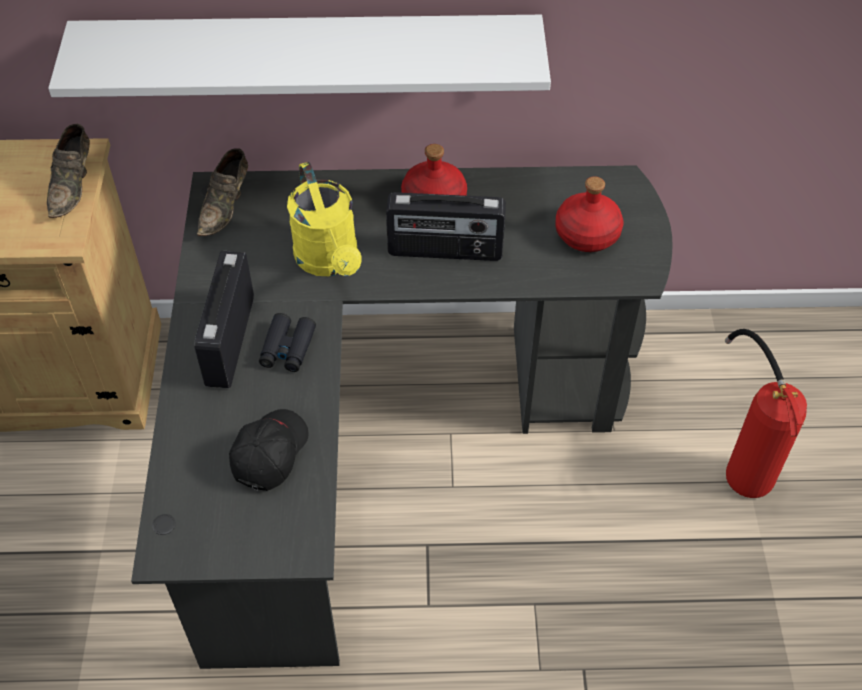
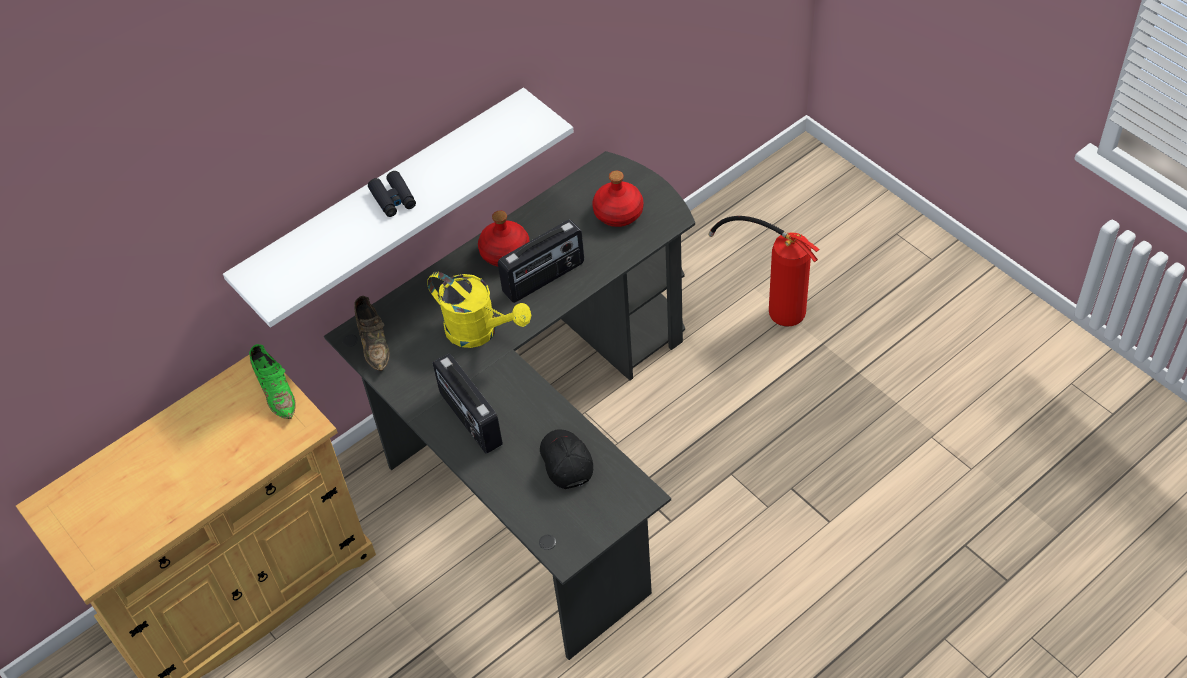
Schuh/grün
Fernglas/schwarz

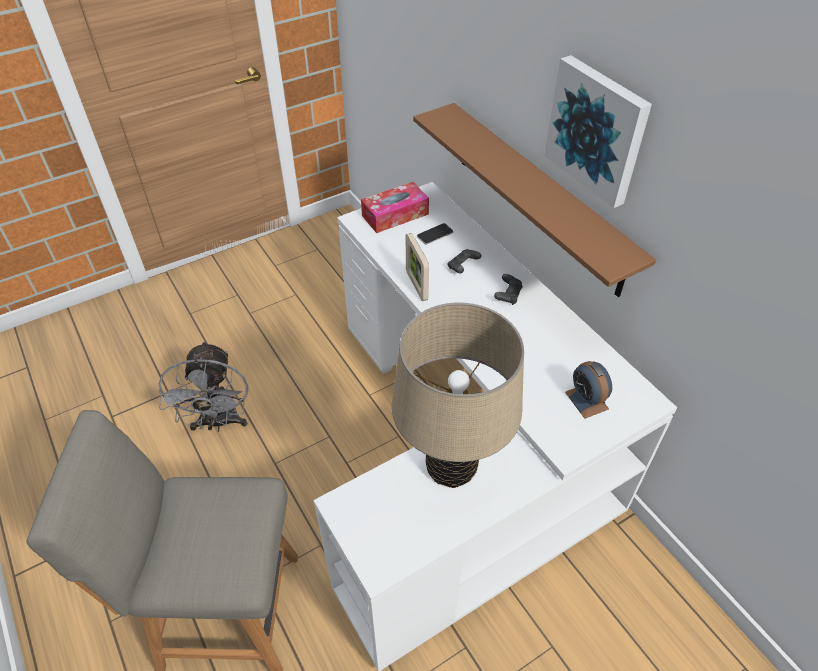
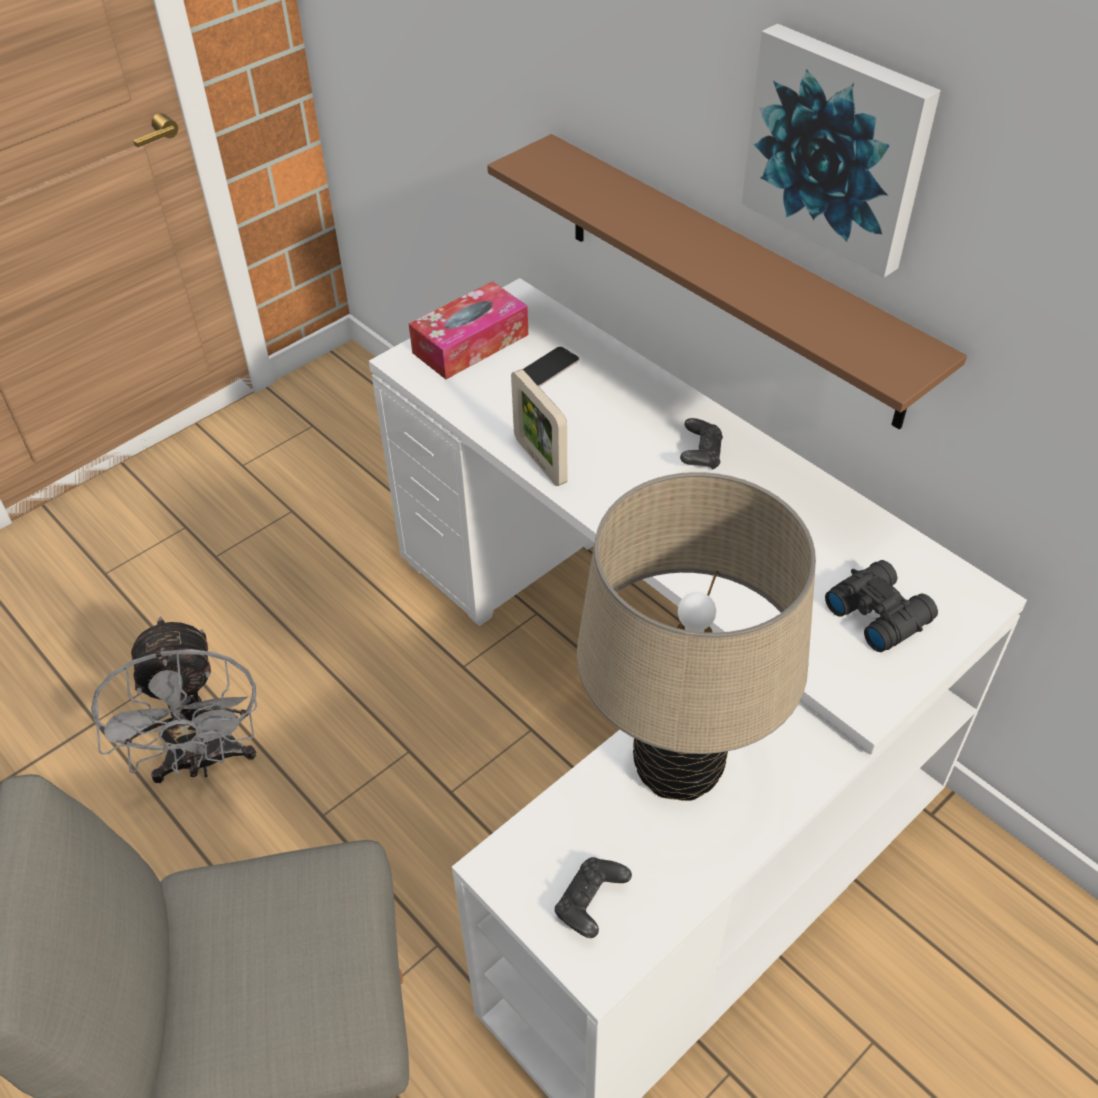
Gamepad/schwarz (no. 1 from left)
Fernglas/schwarz

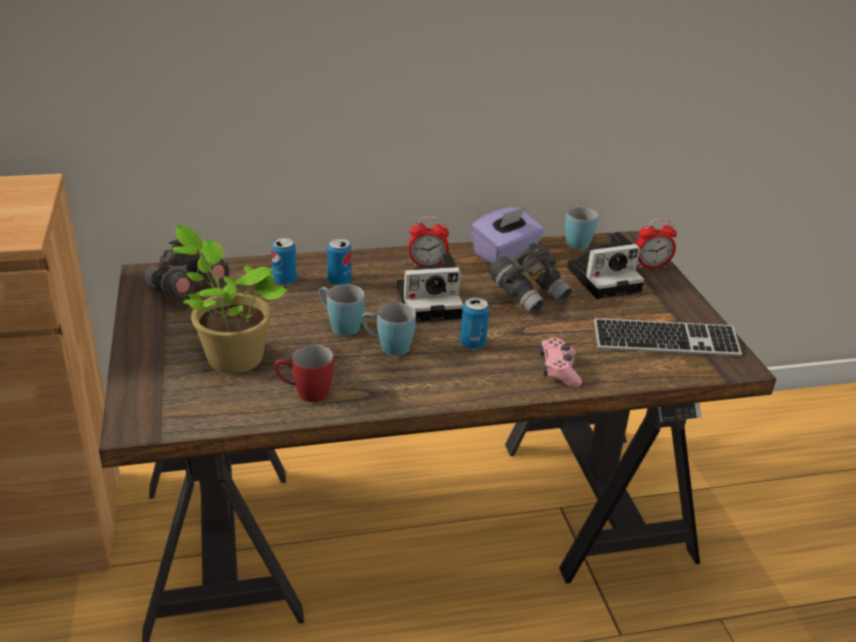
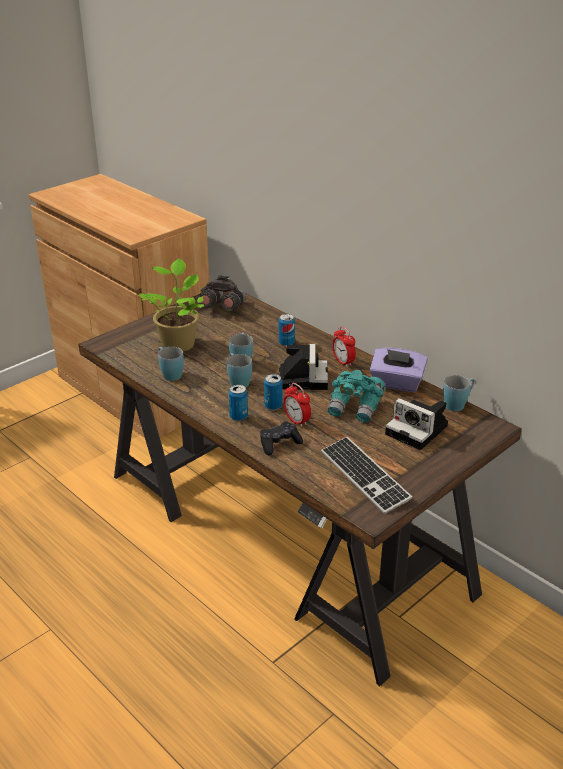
Dose (no. 1 from left)
Henkelbecher/blau (no. 1 from left)
Kamera (no. 1 from left)
Fernglas/türkis
Gamepad/schwarz
Wecker (no. 1 from left)

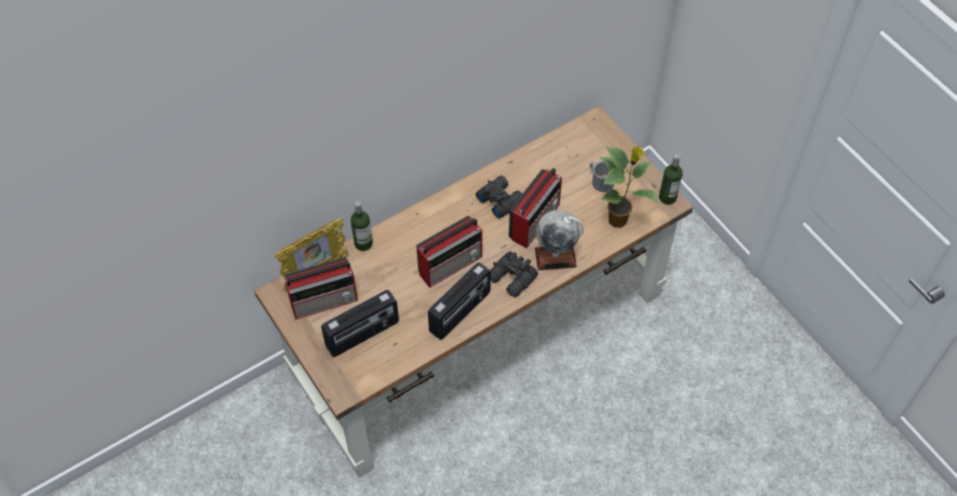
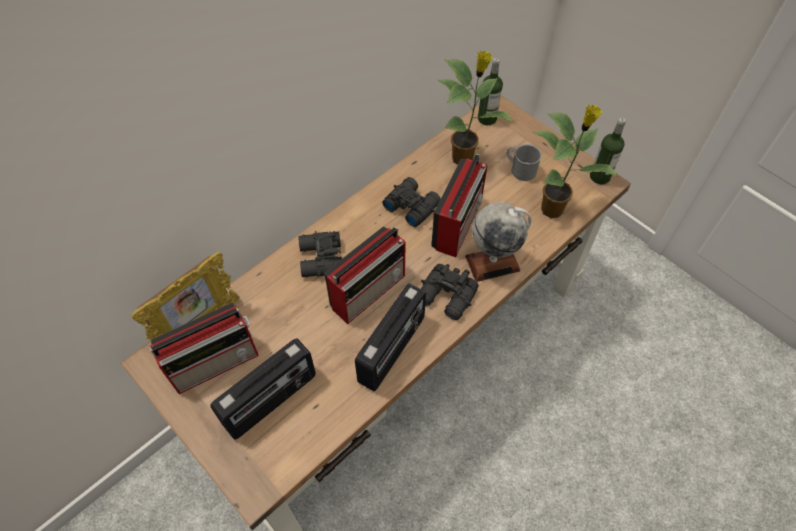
Flasche (no. 1 from left)
Fernglas/schwarz (no. 1 from left)
Topfpflanze (no. 1 from left)

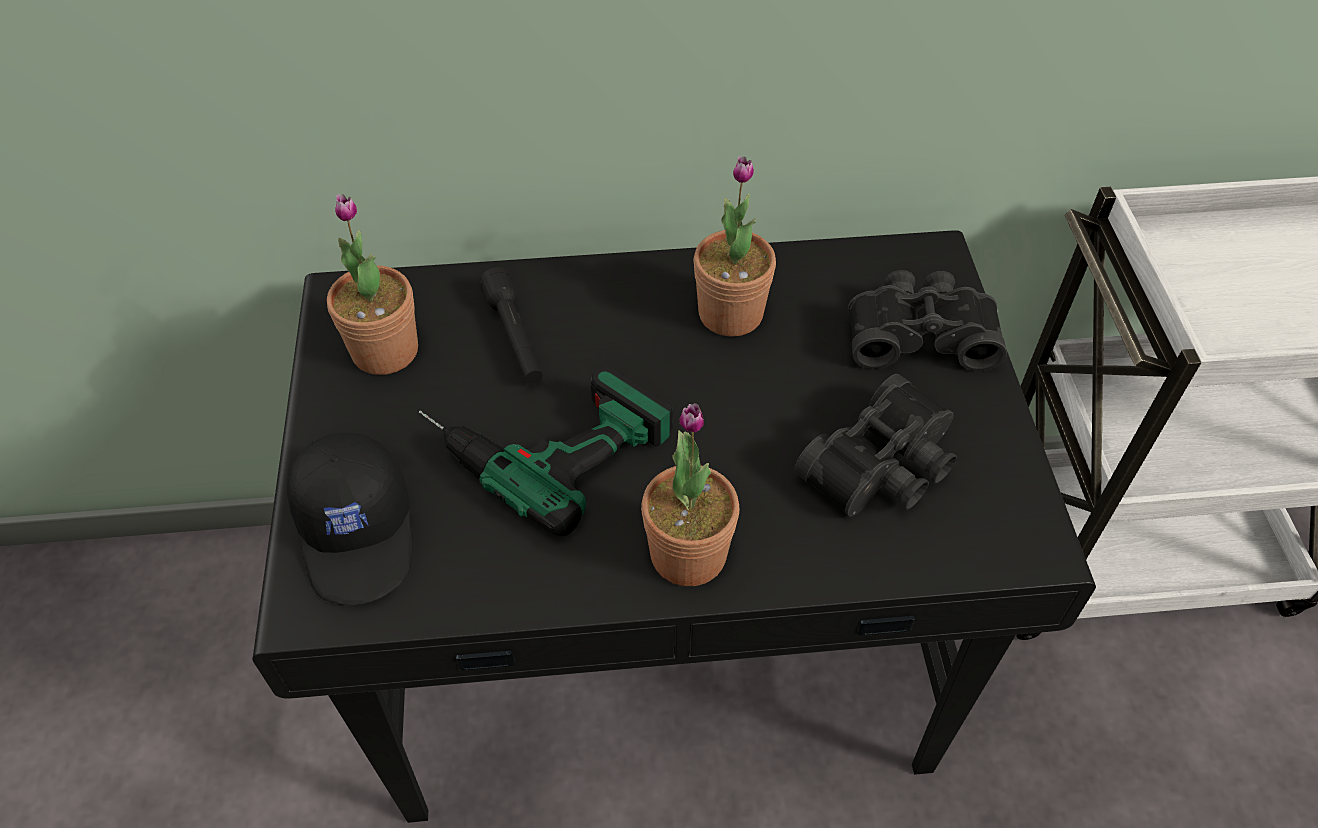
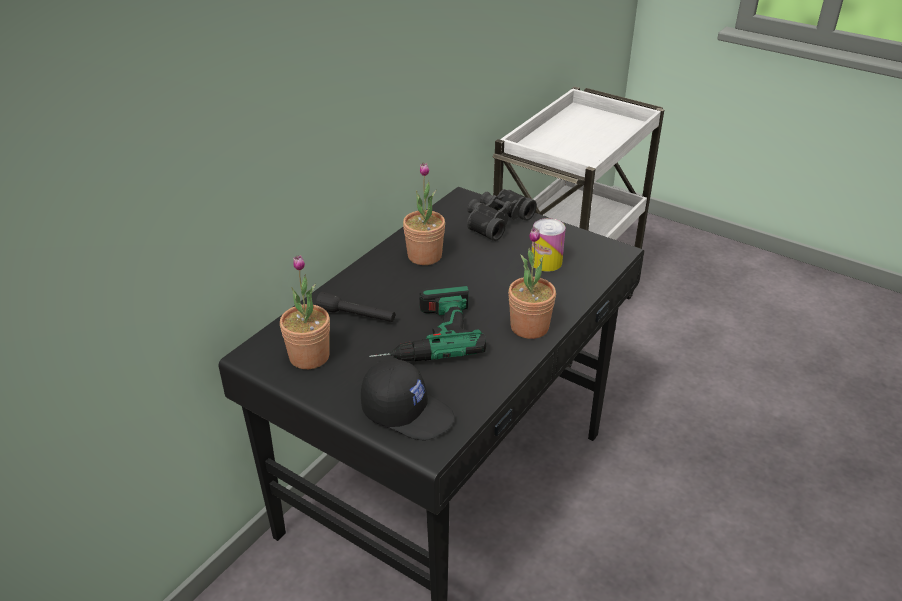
Dose

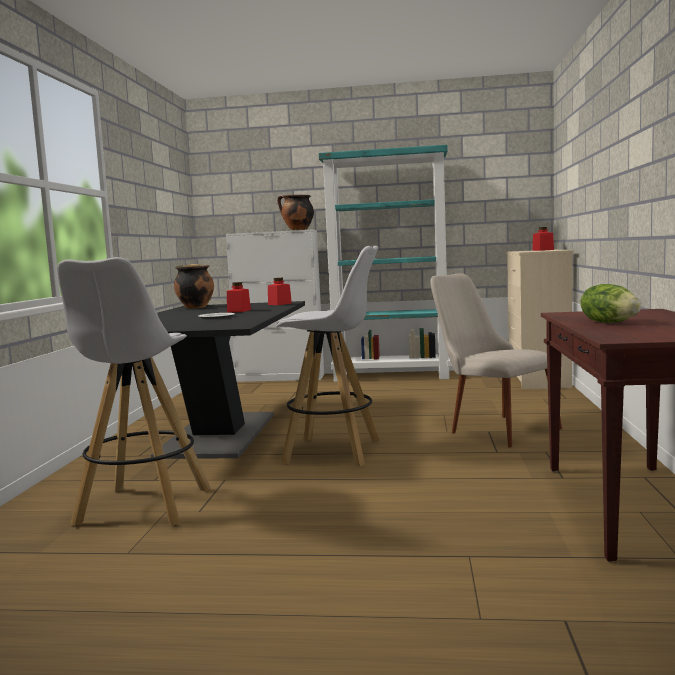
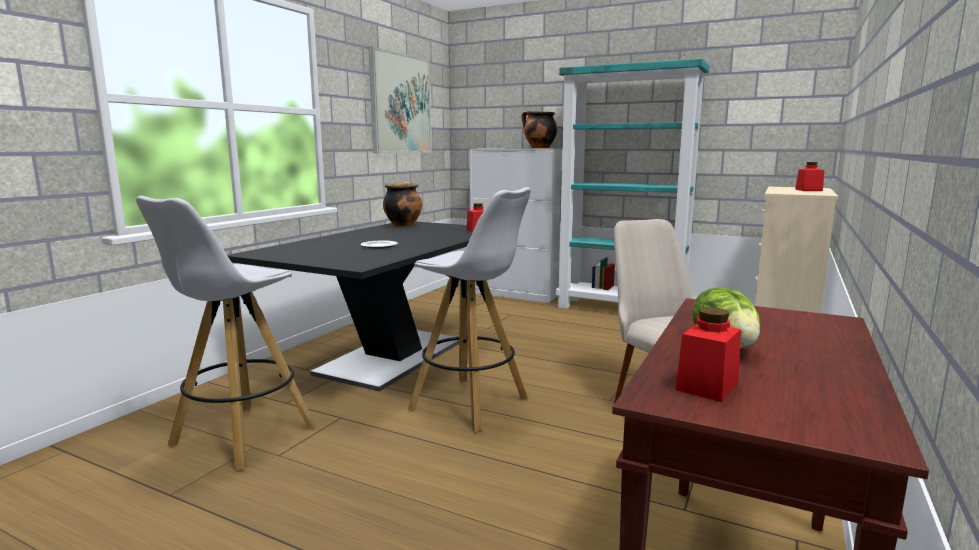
Vorratsglas/rot (no. 2 from left)
Bild

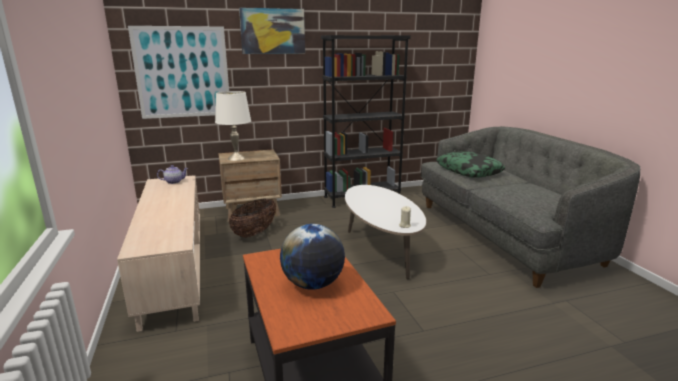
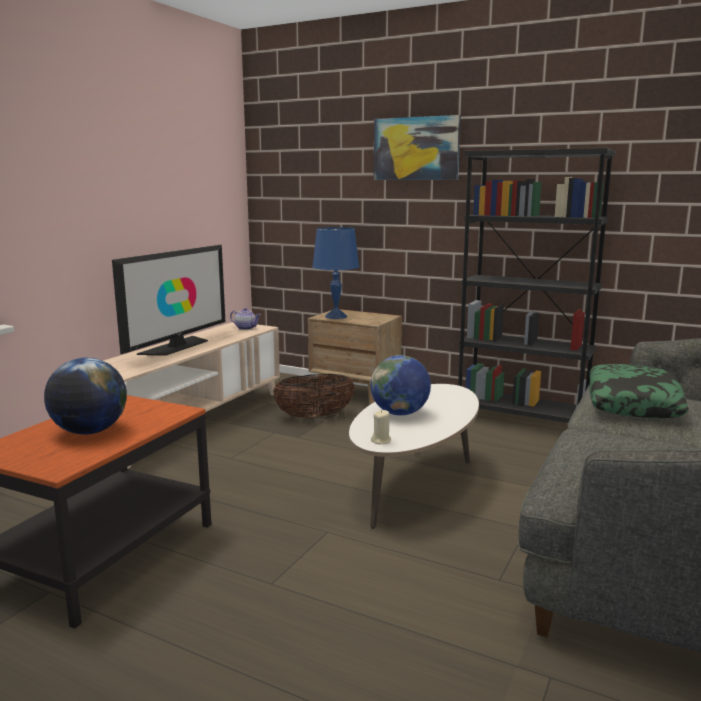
Bild (no. 1 from left in the first image)
Tischlampe/blau
Fernseher
Globus (no. 2 from left)

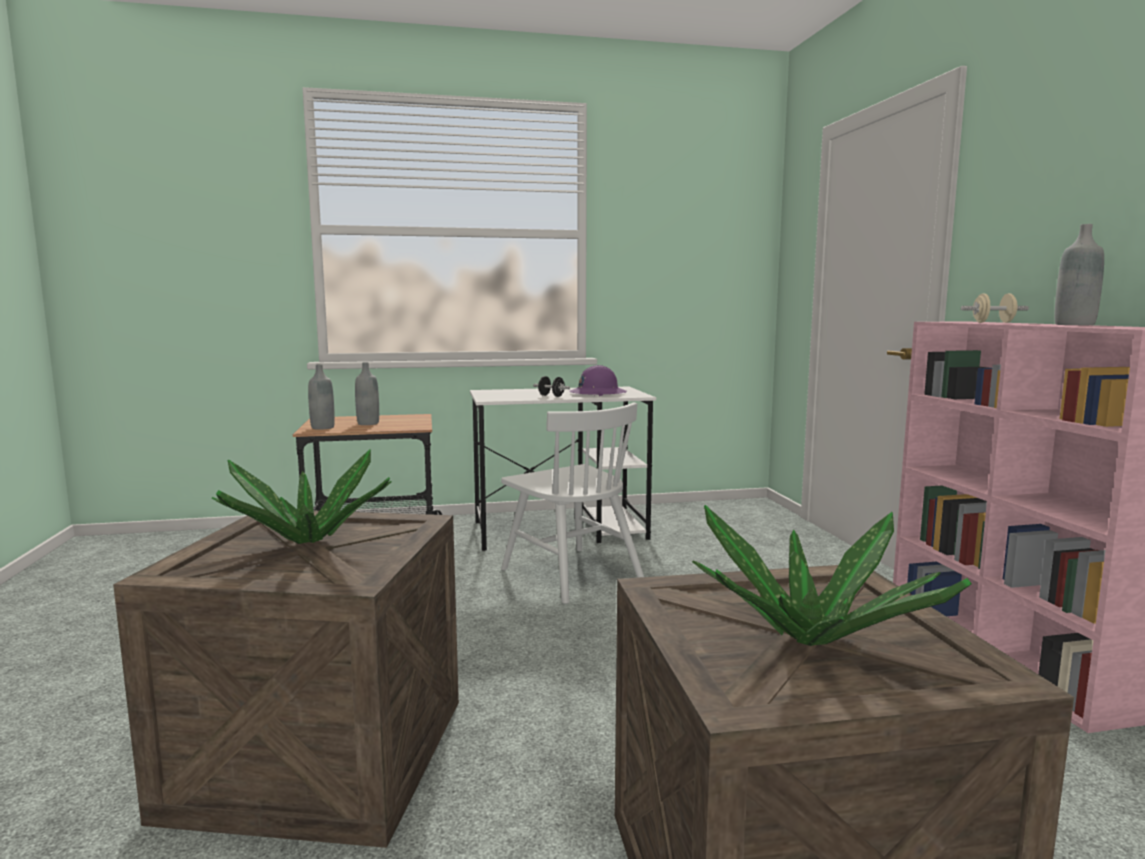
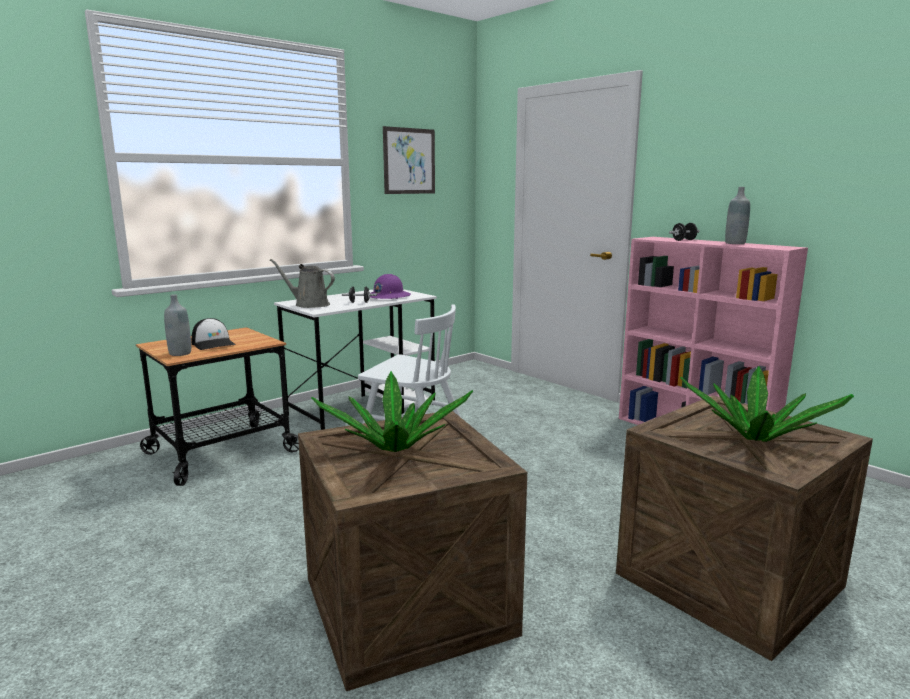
Kappe
Hantel/schwarz (no. 2 from left)
Gießkanne/grau
Bild

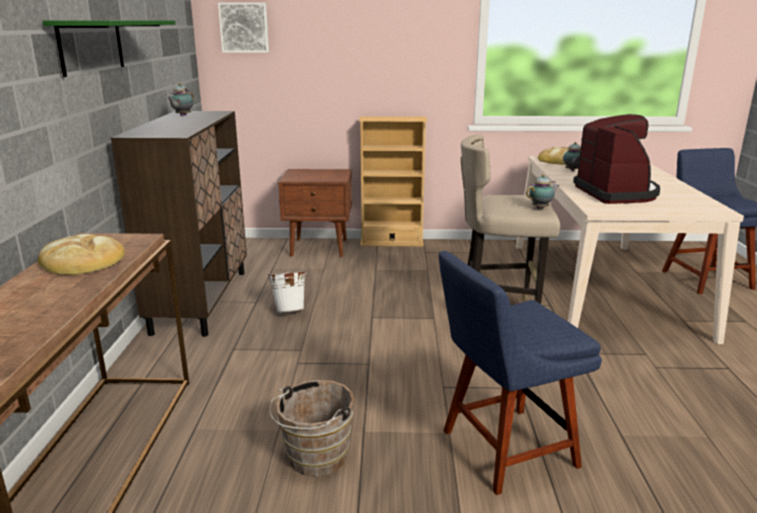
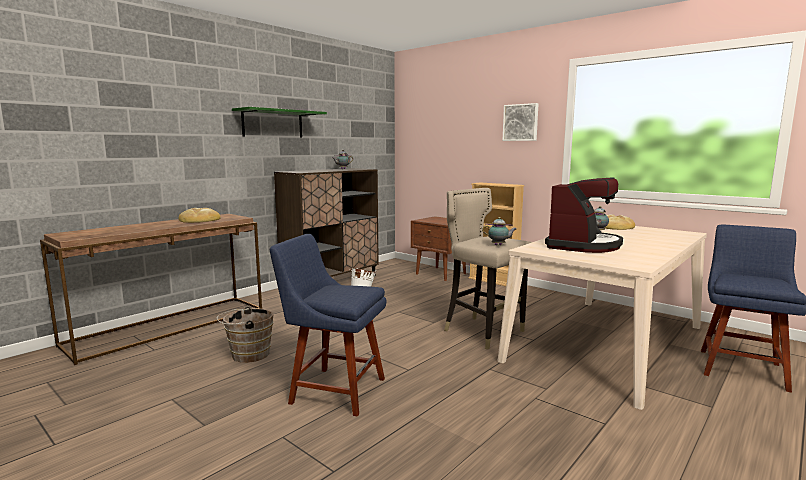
Bild

